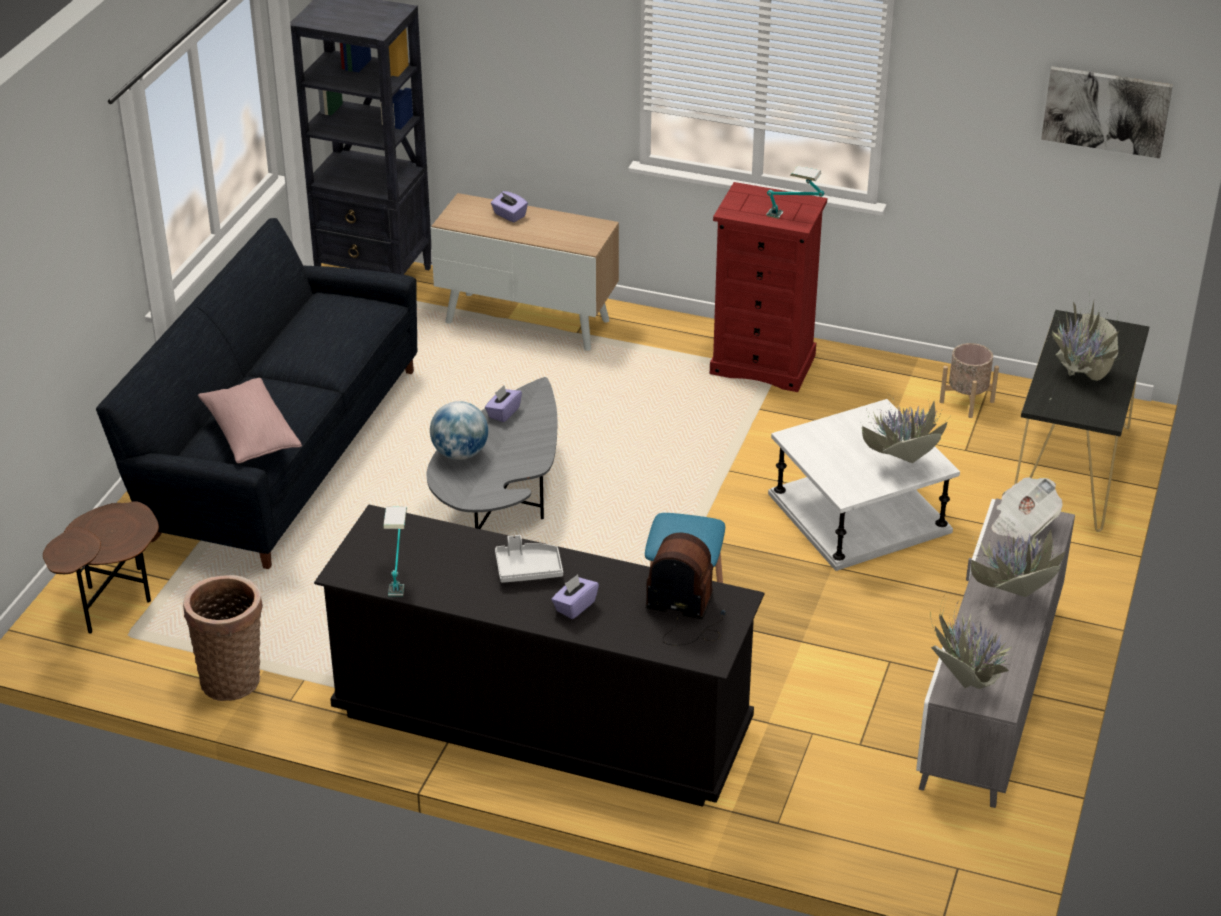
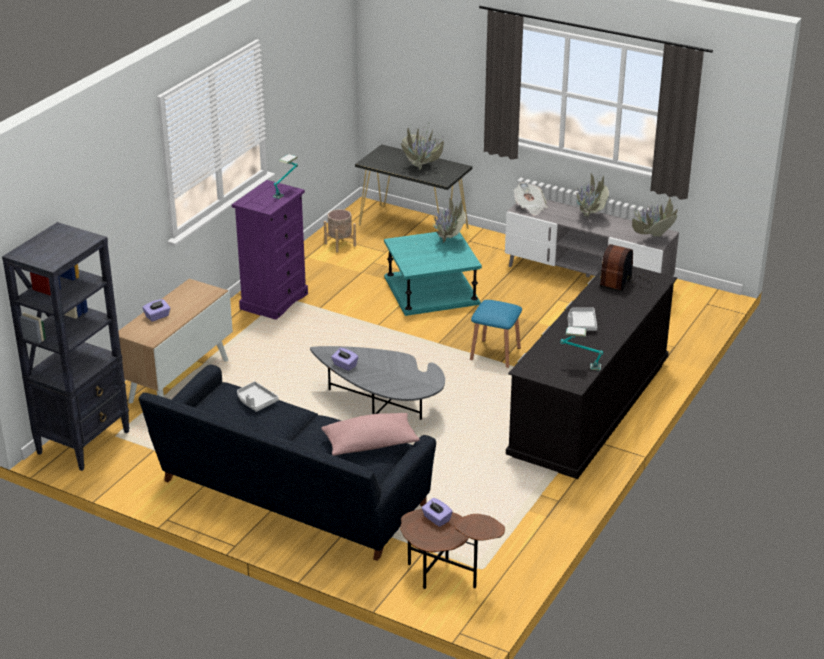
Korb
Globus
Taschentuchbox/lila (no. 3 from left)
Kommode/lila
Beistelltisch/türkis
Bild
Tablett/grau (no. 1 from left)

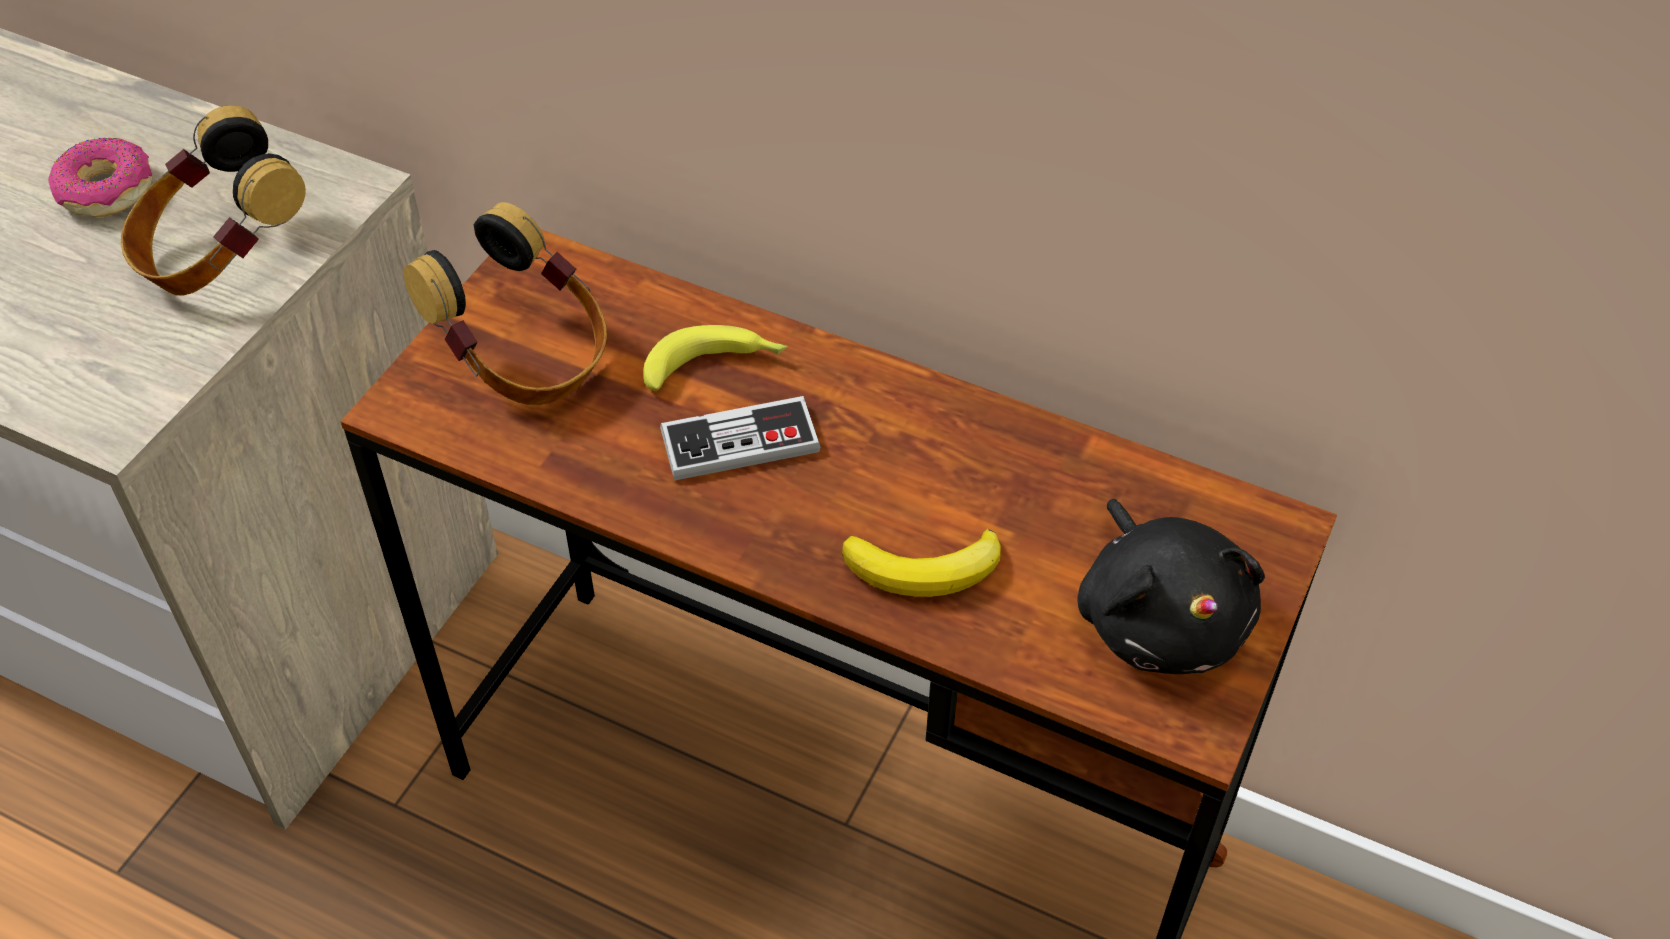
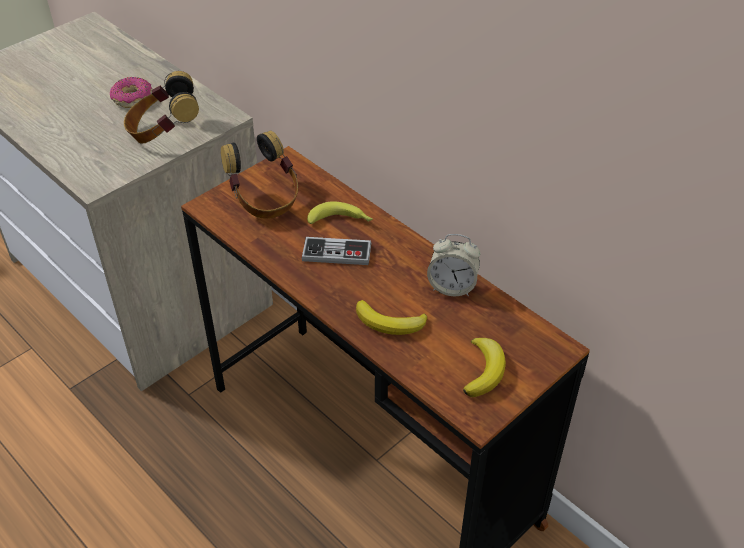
Banane (no. 3 from left)
Wecker

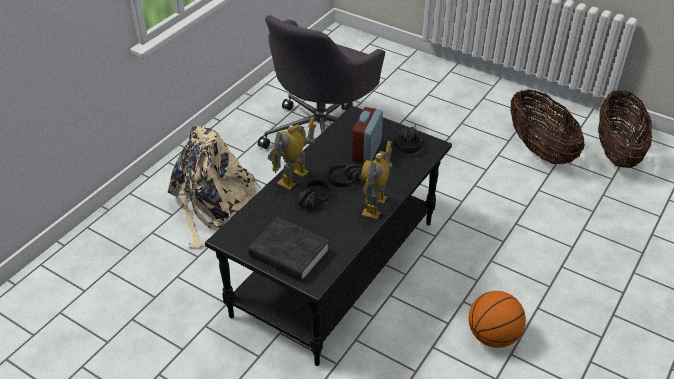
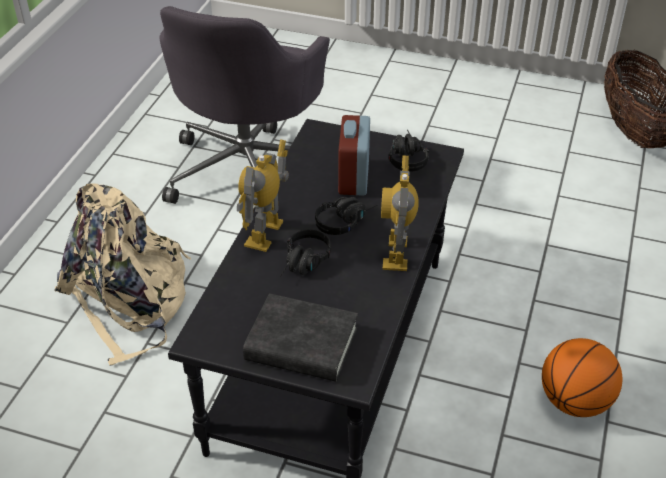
Korb (no. 1 from left in the first image)

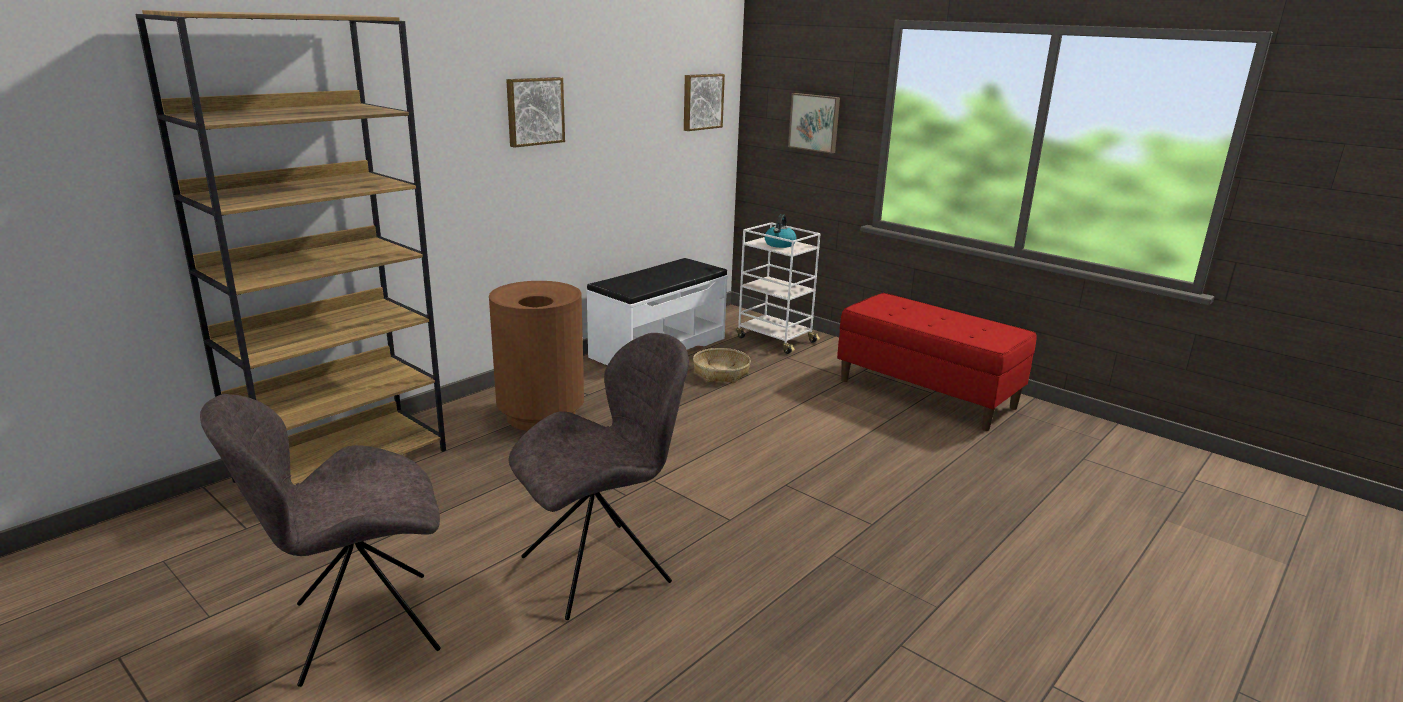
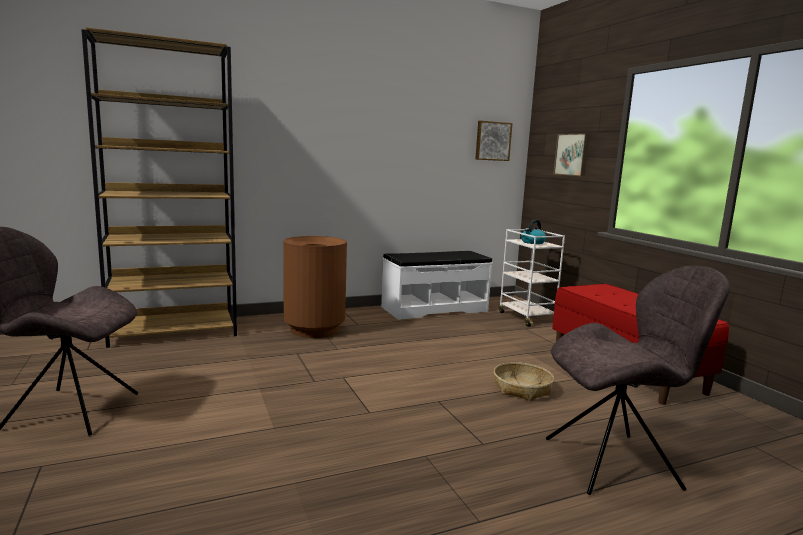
Bild (no. 1 from left in the first image)
Stuhl/grau (no. 2 from left)
Korb

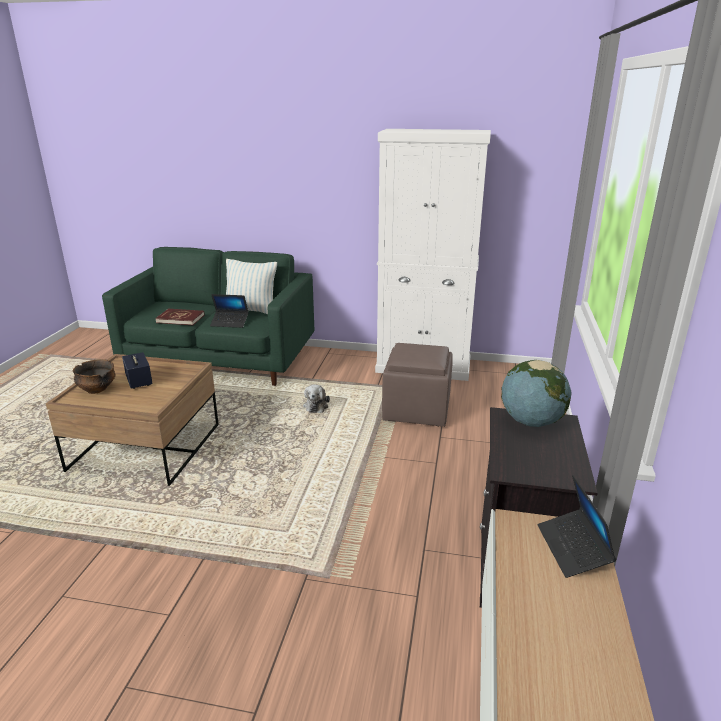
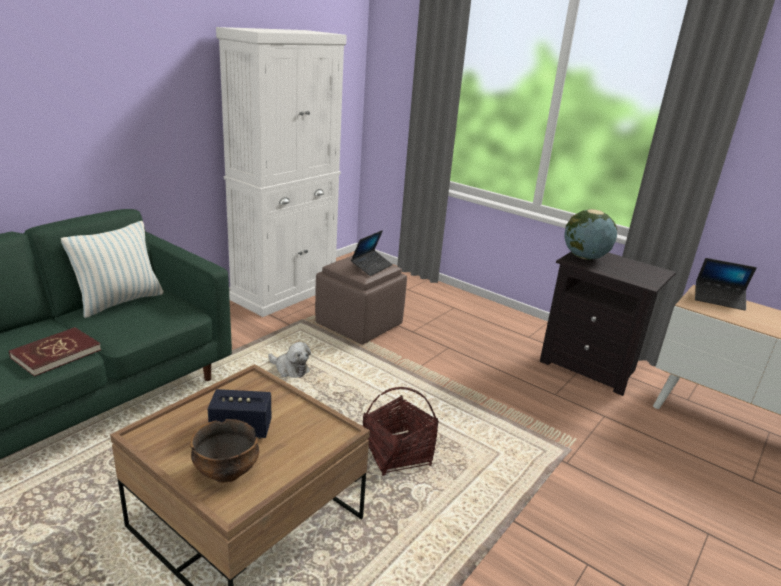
Laptop (no. 1 from left)
Korb

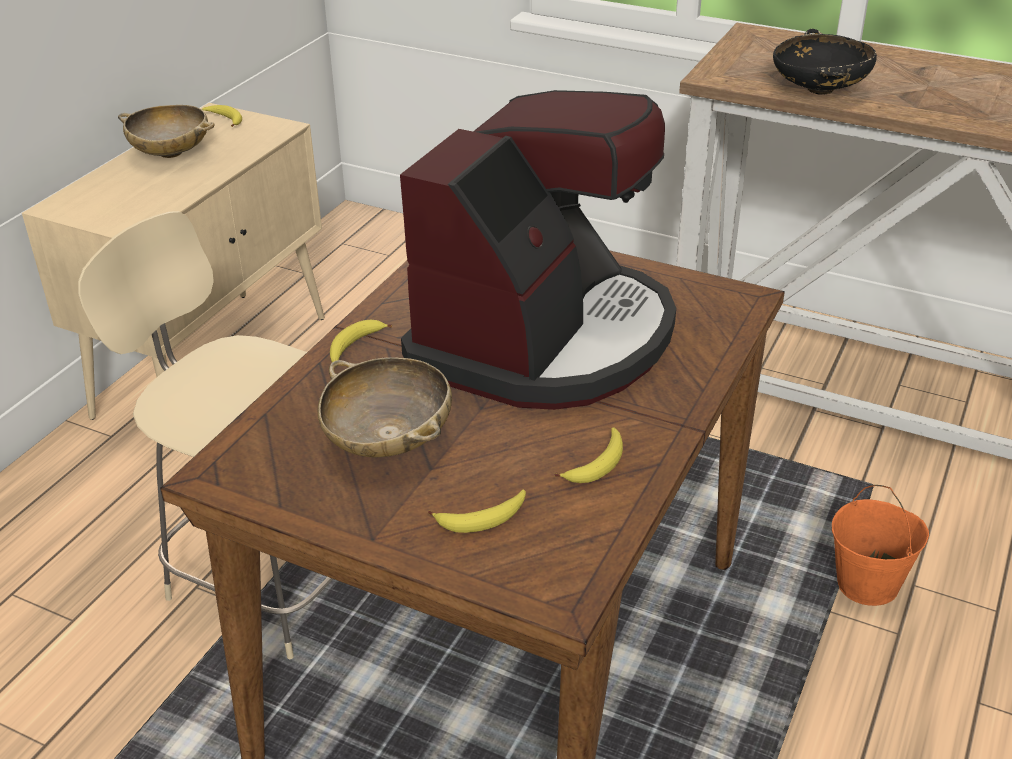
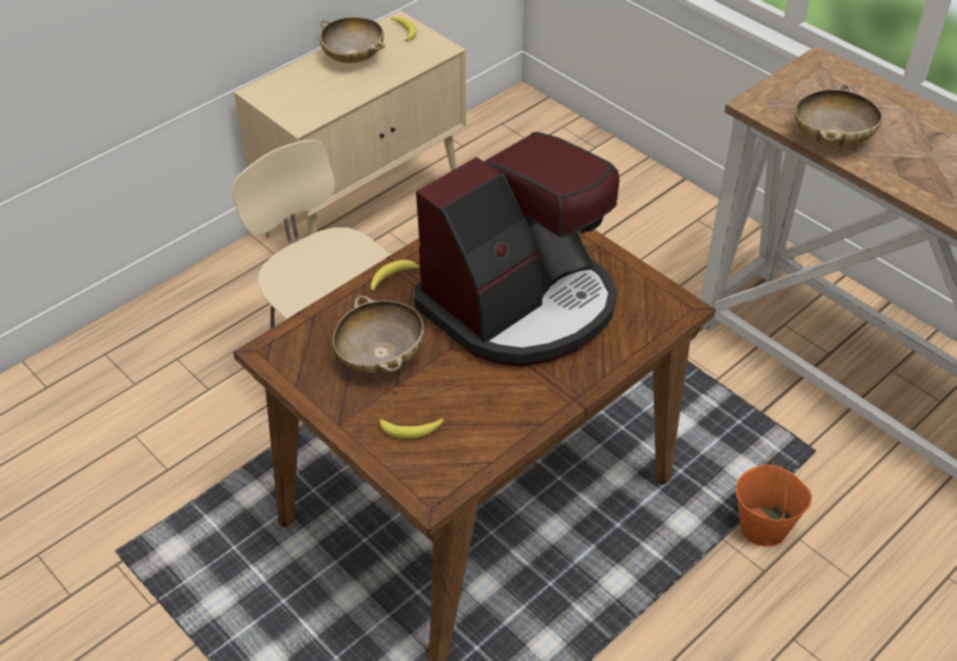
Banane (no. 4 from left in the first image)
Schüssel/beige (no. 3 from left)

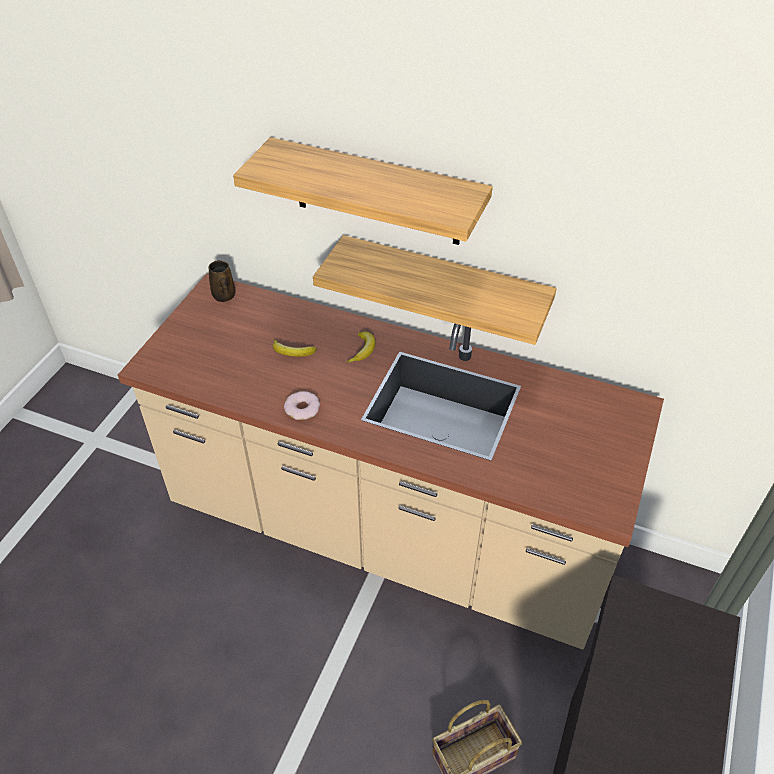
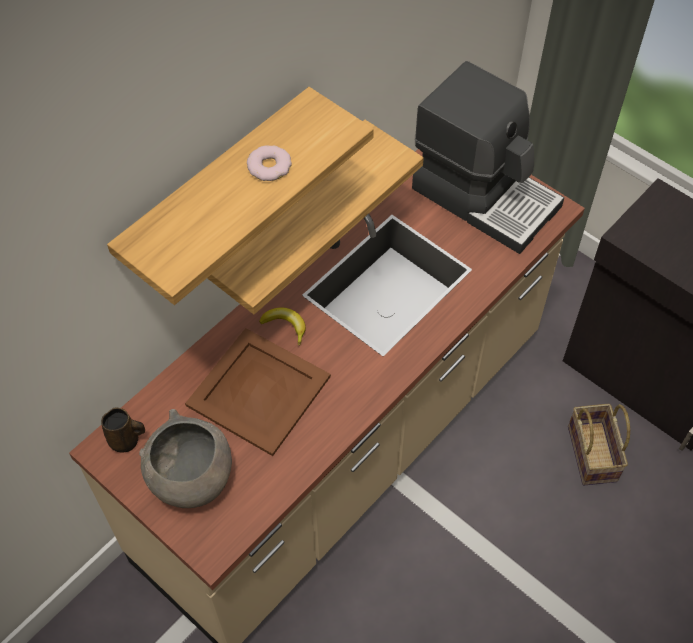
Tablett/braun
Donut
Schüssel/grau
Kaffeemaschine

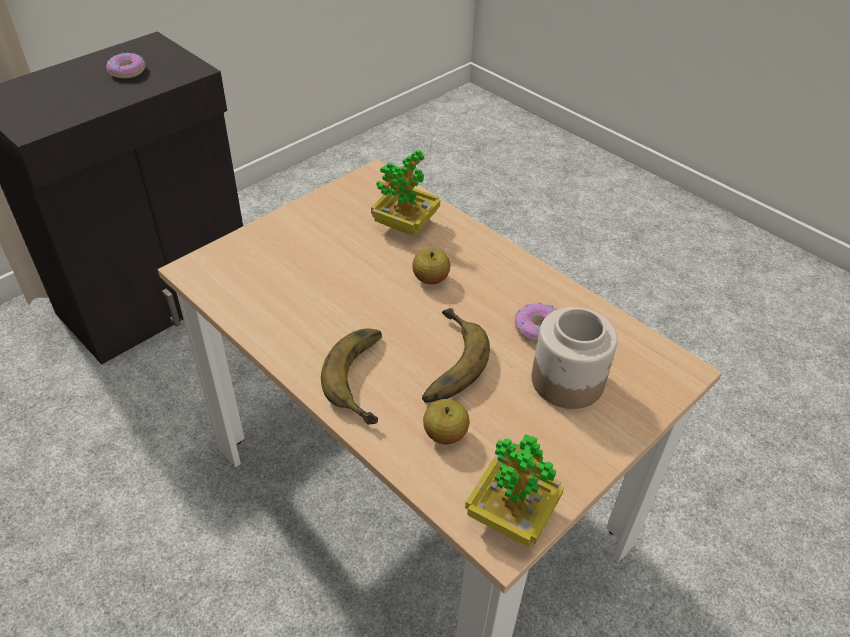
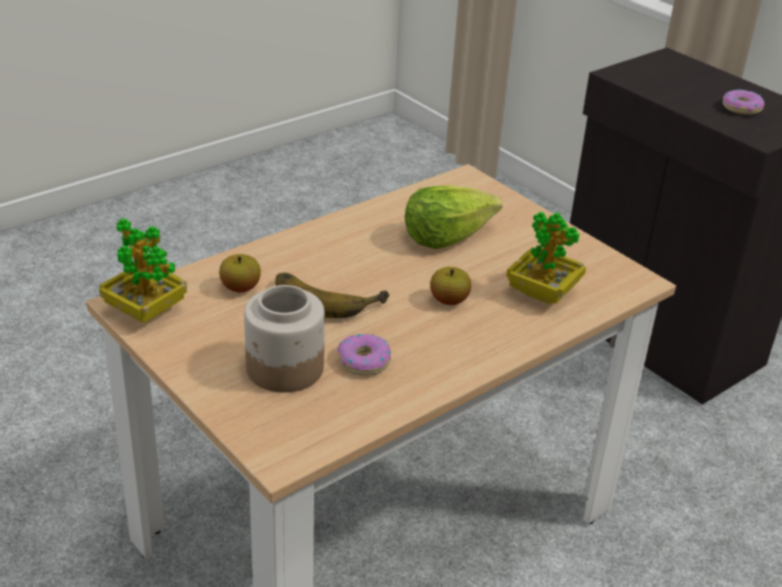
Banane (no. 1 from left in the first image)
Salatkopf

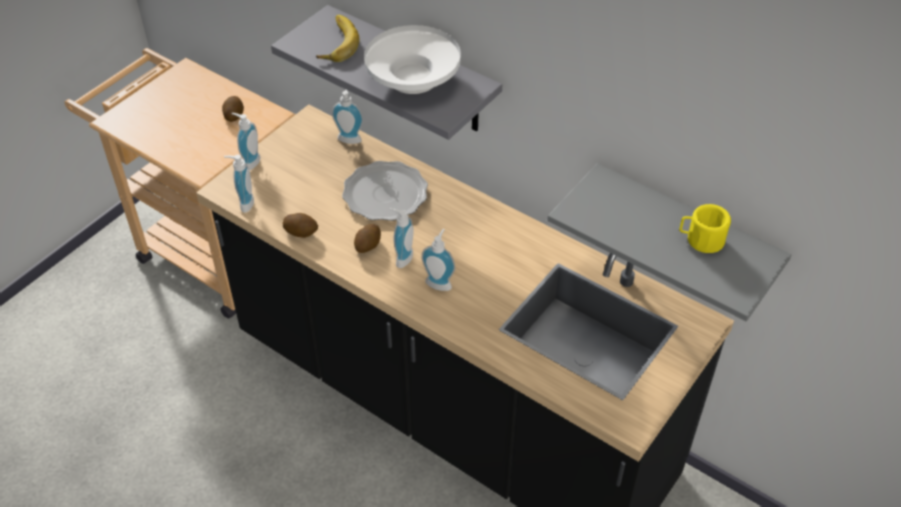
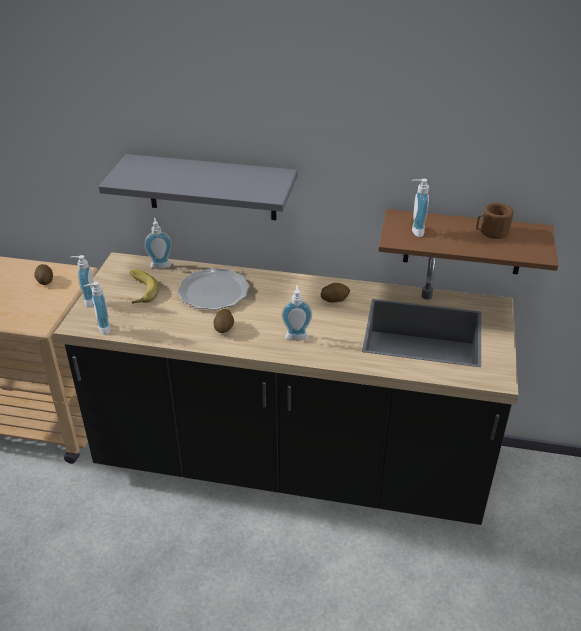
Kartoffel (no. 3 from left)
Banane
Schüssel/weiß
Seifenspender (no. 5 from left)
Wandregal/braun
Henkelbecher/braun

